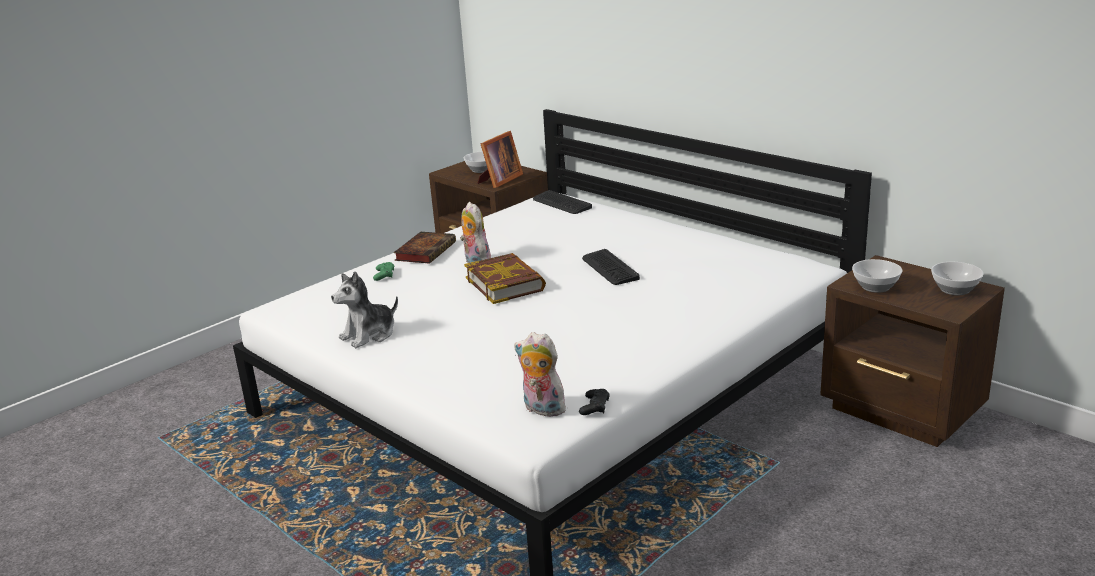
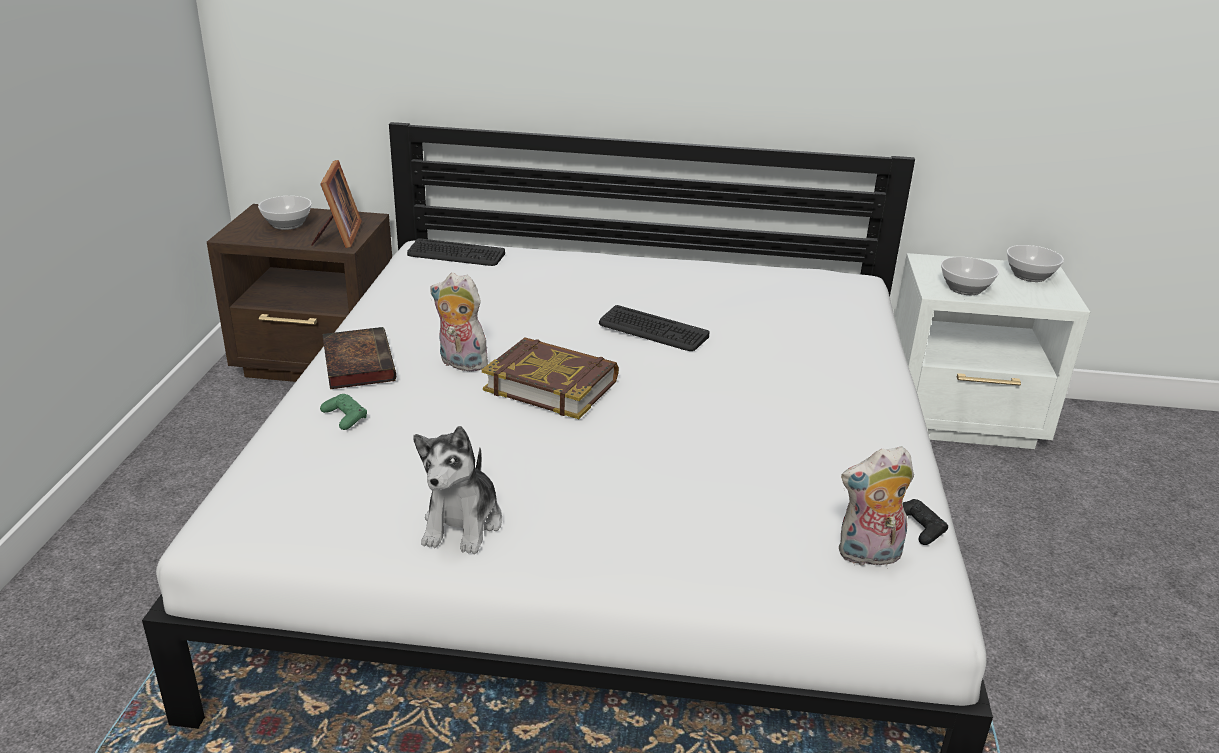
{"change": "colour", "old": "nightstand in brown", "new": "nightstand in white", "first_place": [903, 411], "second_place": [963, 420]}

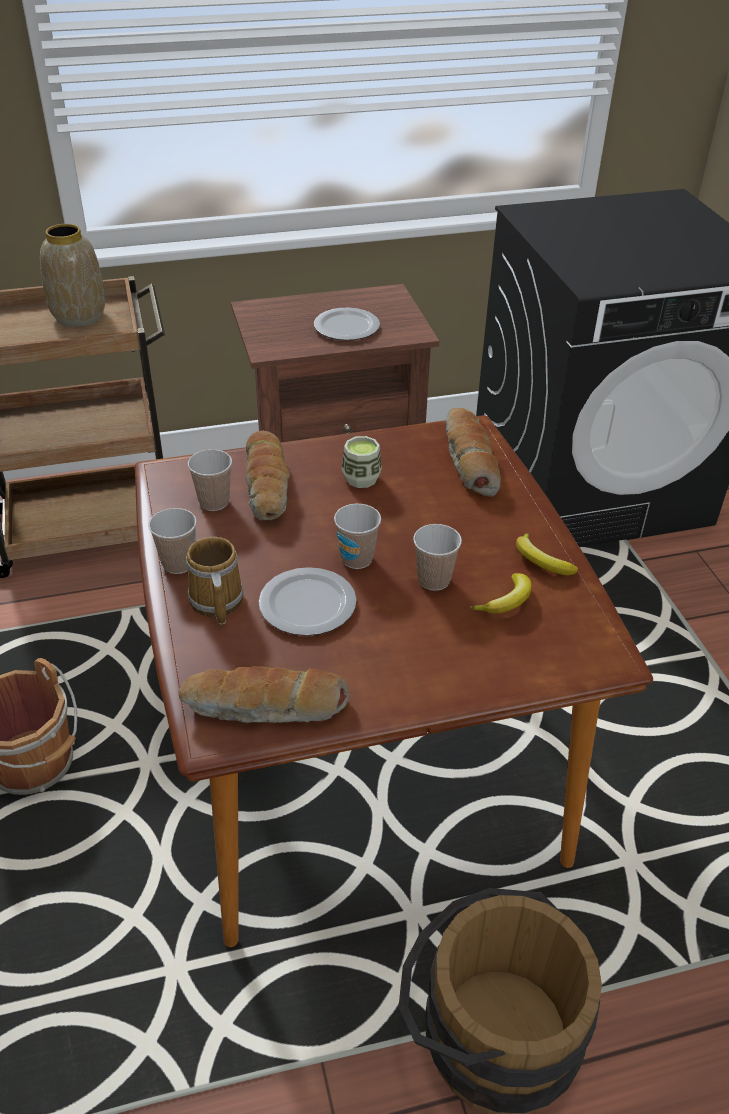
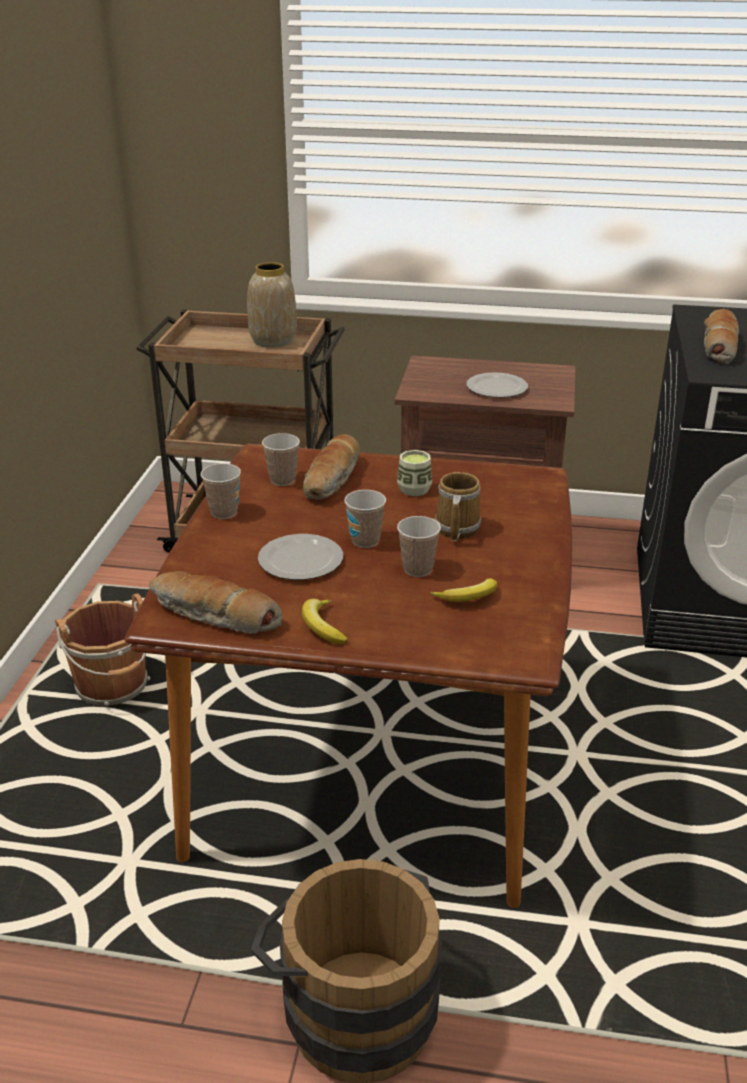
{"change": "relocated", "old": "bread", "first_place": [468, 461], "second_place": [718, 346]}
{"change": "relocated", "old": "banana", "first_place": [541, 561], "second_place": [322, 626]}
{"change": "relocated", "old": "mug", "first_place": [215, 602], "second_place": [455, 529]}

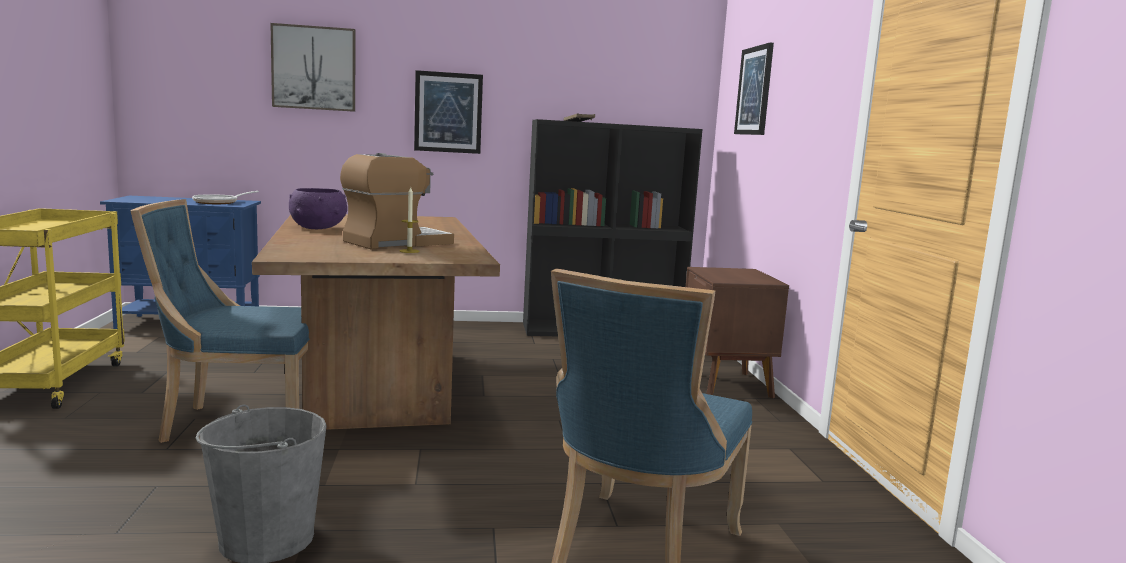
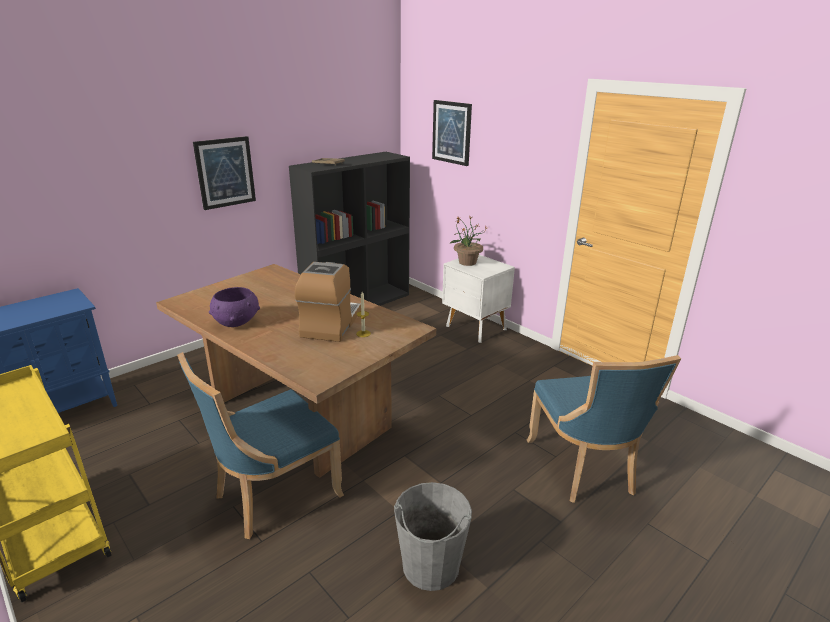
{"change": "missing", "old": "picture", "first_place": [314, 68]}
{"change": "missing", "old": "frying pan", "first_place": [219, 202]}
{"change": "colour", "old": "nightstand in brown", "new": "nightstand in white", "first_place": [726, 385], "second_place": [476, 328]}
{"change": "appeared", "new": "potted plant", "second_place": [467, 262]}

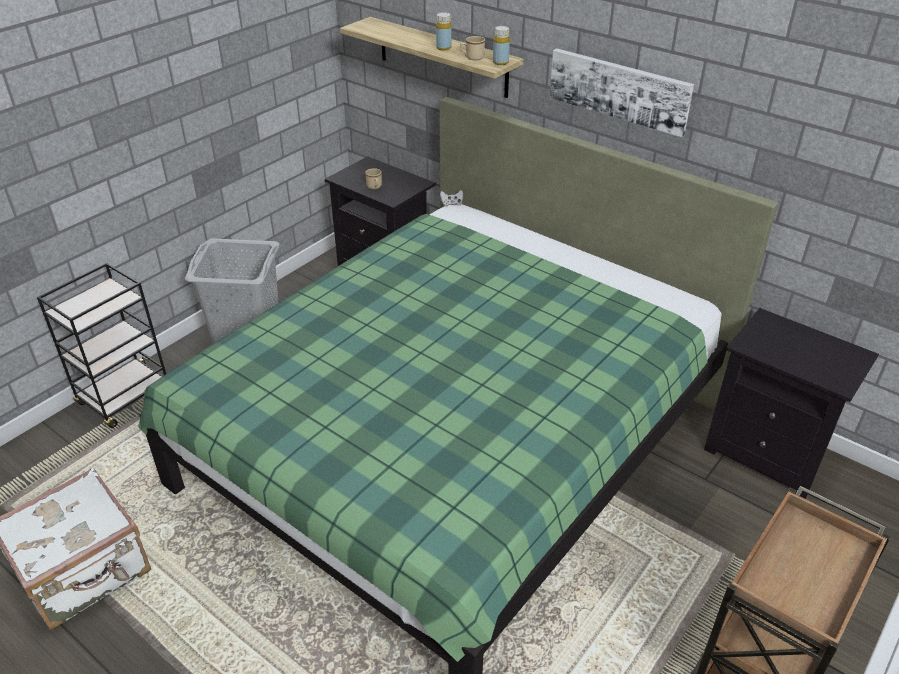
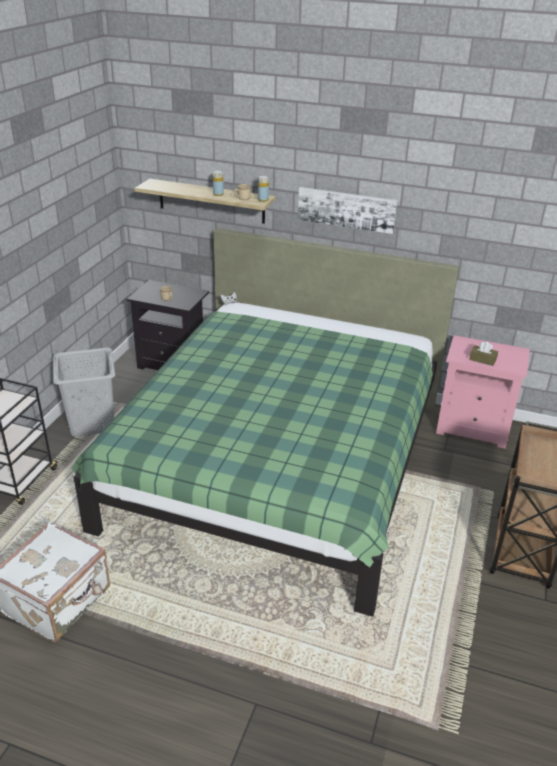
{"change": "colour", "old": "nightstand in black", "new": "nightstand in pink", "first_place": [768, 453], "second_place": [473, 428]}
{"change": "appeared", "new": "tissue box in brown", "second_place": [482, 360]}

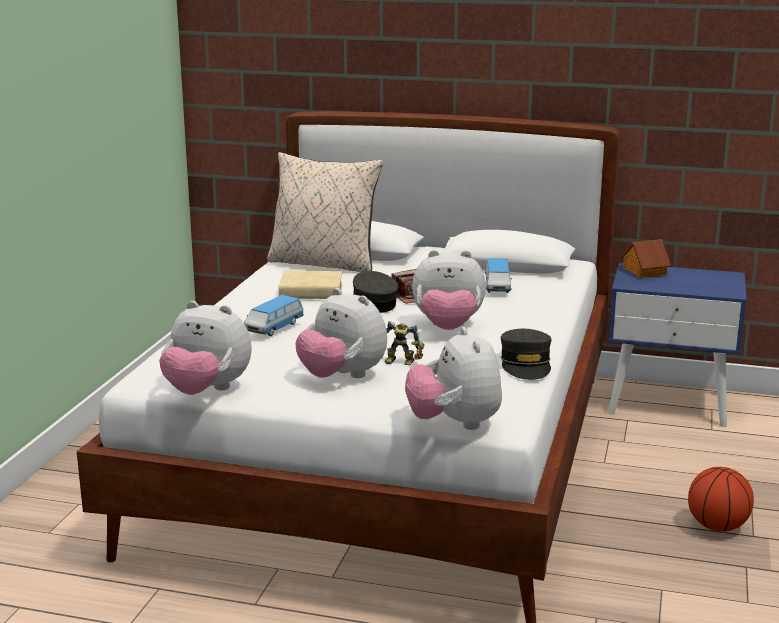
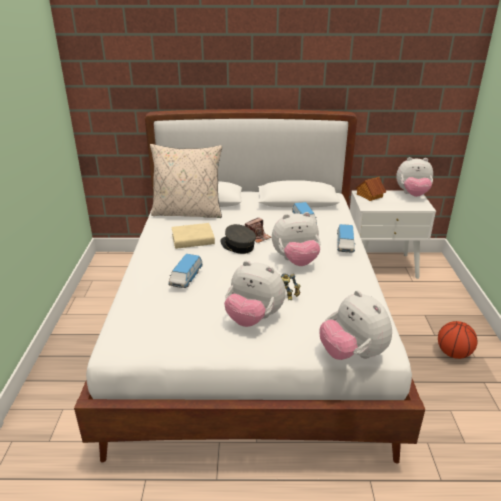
{"change": "colour", "old": "nightstand in blue", "new": "nightstand in white", "first_place": [669, 403], "second_place": [382, 266]}
{"change": "relocated", "old": "plush toy", "first_place": [207, 391], "second_place": [412, 195]}
{"change": "missing", "old": "cap in grey", "first_place": [526, 365]}
{"change": "appeared", "new": "toy car", "second_place": [345, 245]}

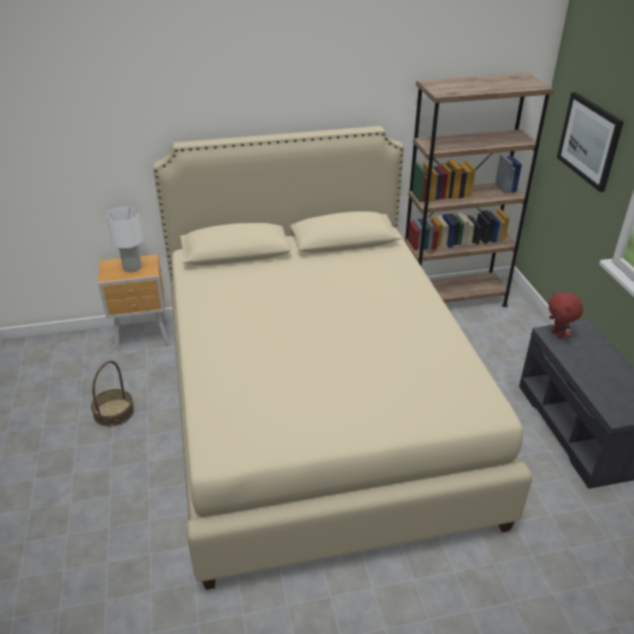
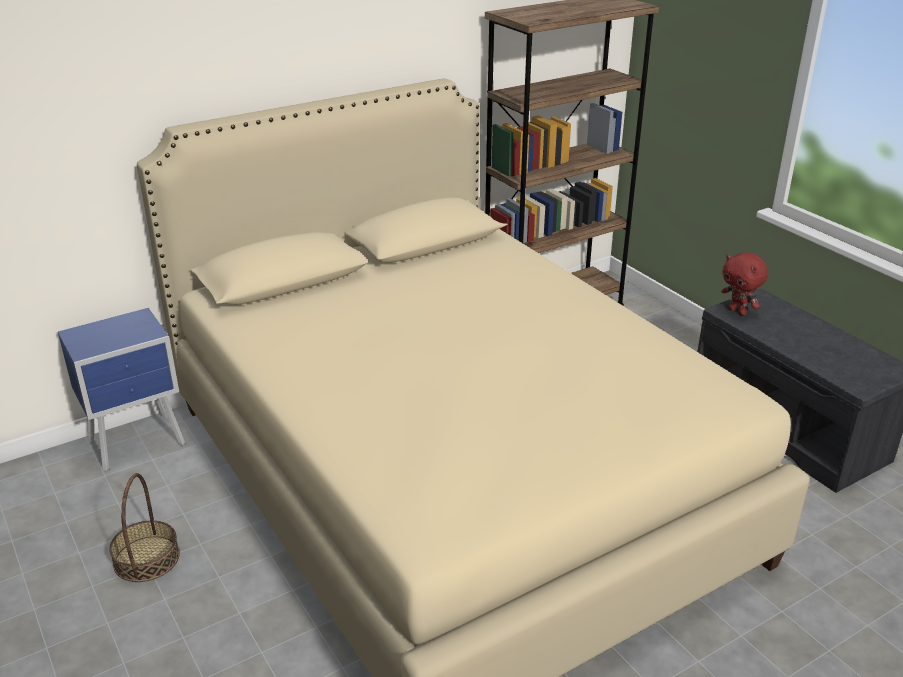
{"change": "missing", "old": "picture", "first_place": [589, 140]}
{"change": "missing", "old": "table lamp in white", "first_place": [131, 267]}
{"change": "colour", "old": "nightstand in brown", "new": "nightstand in blue", "first_place": [143, 337], "second_place": [139, 443]}

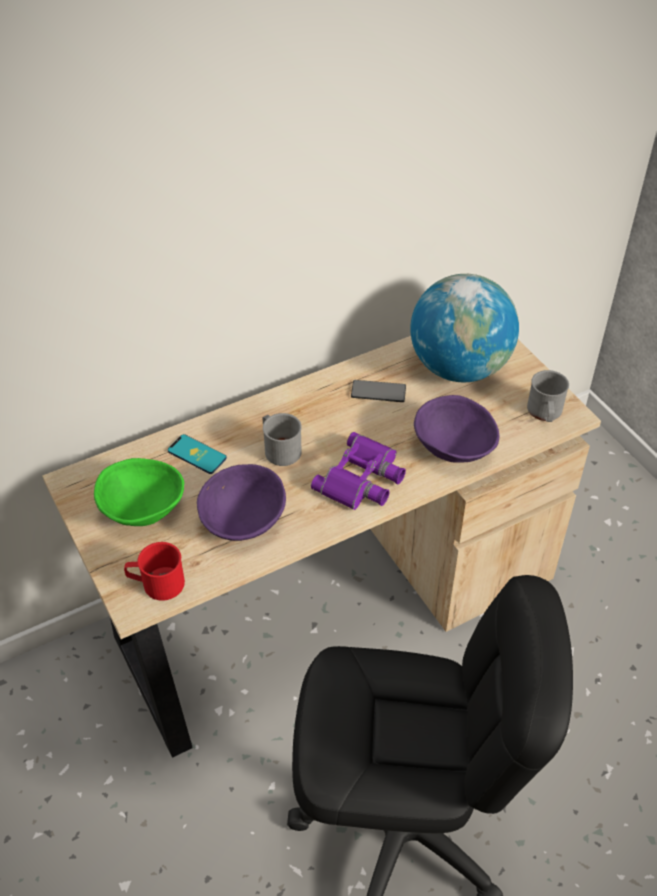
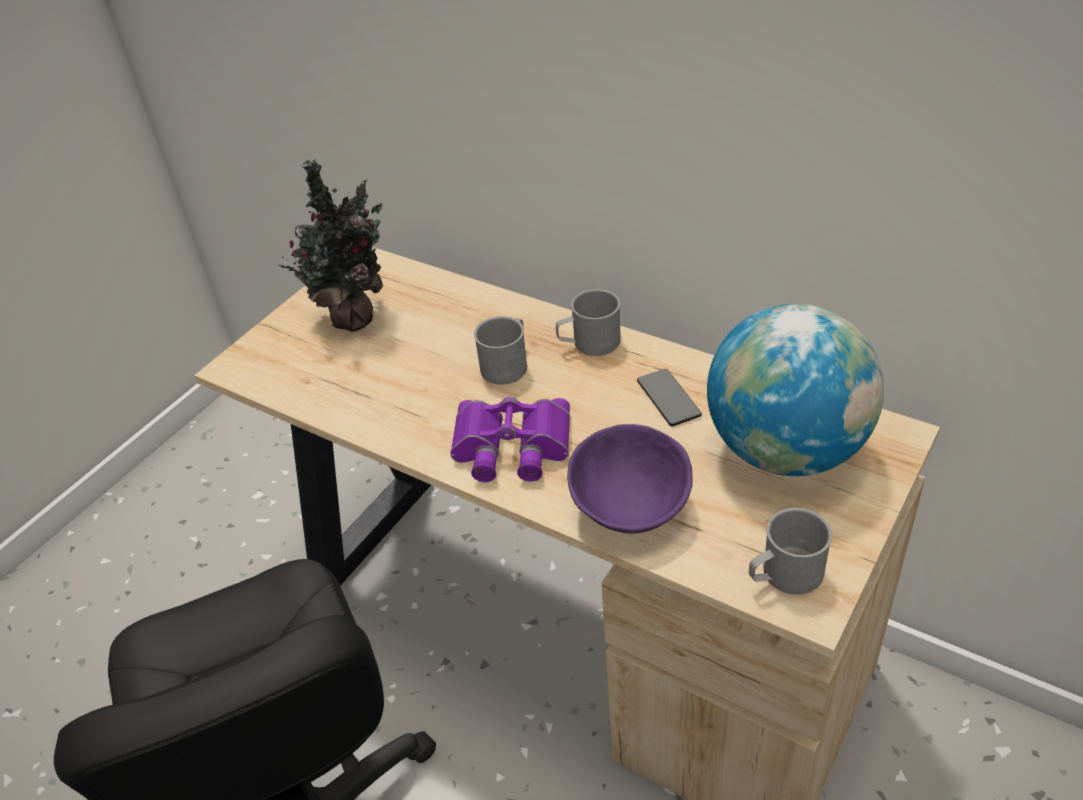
{"change": "missing", "old": "phone", "first_place": [197, 454]}
{"change": "exchanged", "old": "bowl in green", "new": "potted plant", "first_place": [143, 510], "second_place": [354, 316]}
{"change": "missing", "old": "bowl in purple", "first_place": [244, 521]}
{"change": "missing", "old": "mug in red", "first_place": [156, 583]}
{"change": "appeared", "new": "mug in grey", "second_place": [589, 343]}

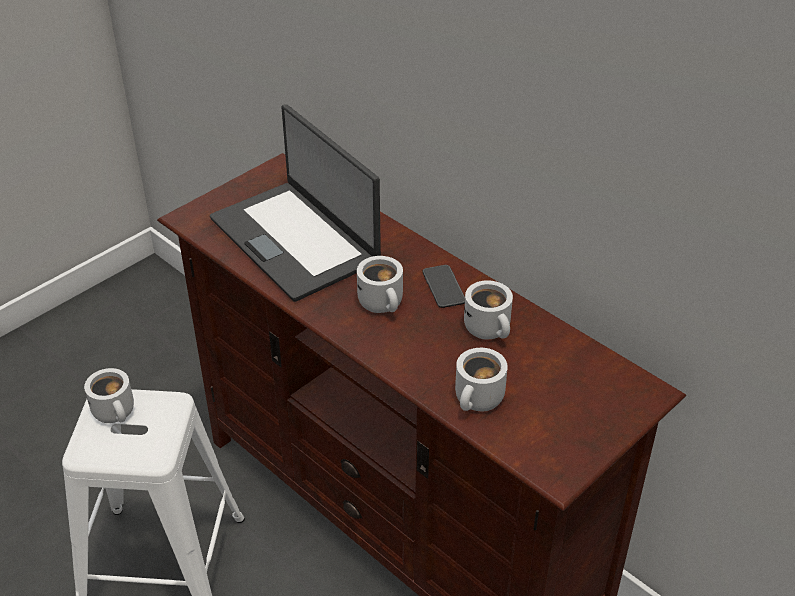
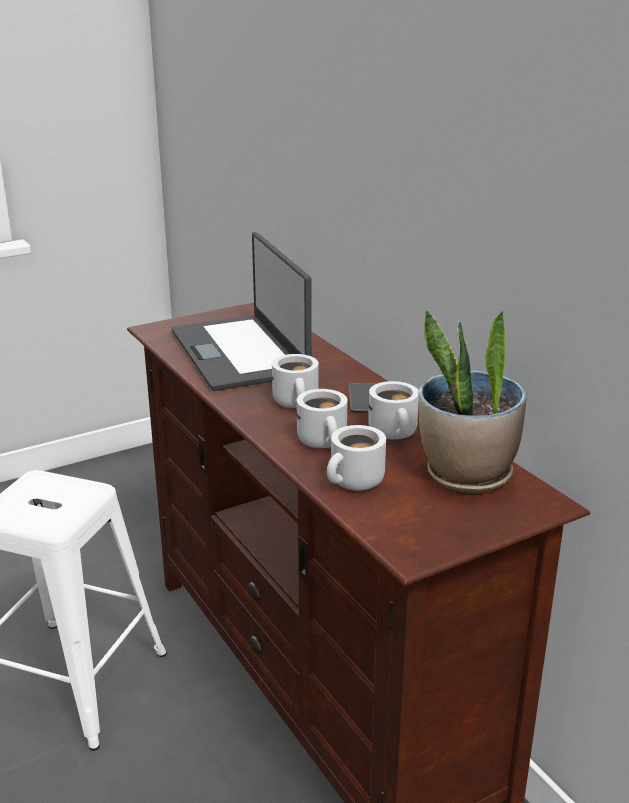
{"change": "relocated", "old": "mug in white", "first_place": [117, 412], "second_place": [325, 442]}
{"change": "appeared", "new": "potted plant", "second_place": [466, 475]}

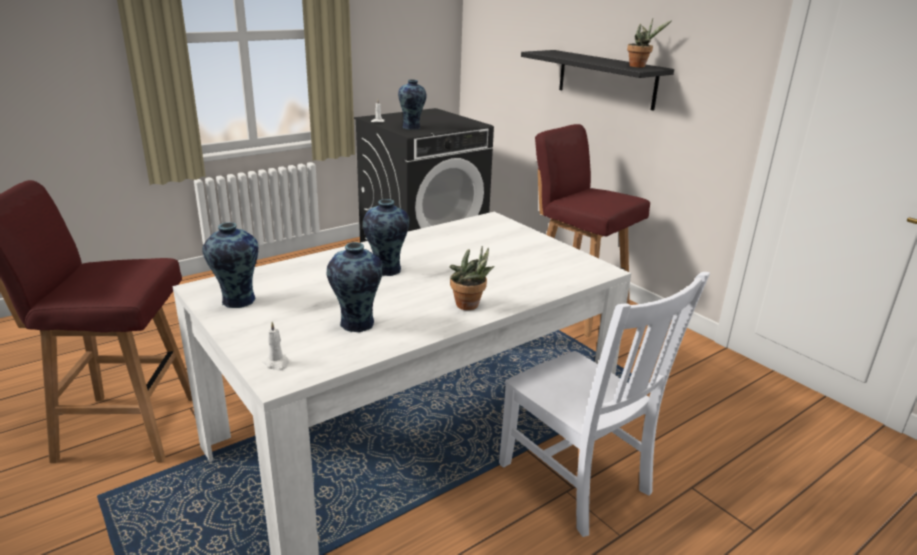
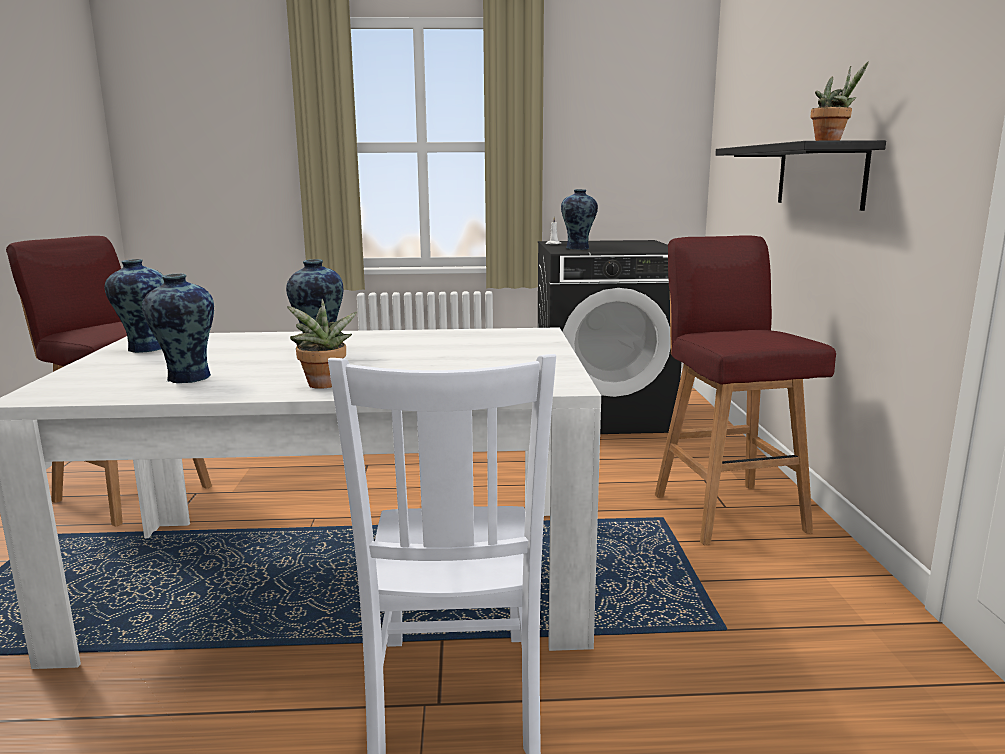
{"change": "missing", "old": "candle in white", "first_place": [276, 363]}

